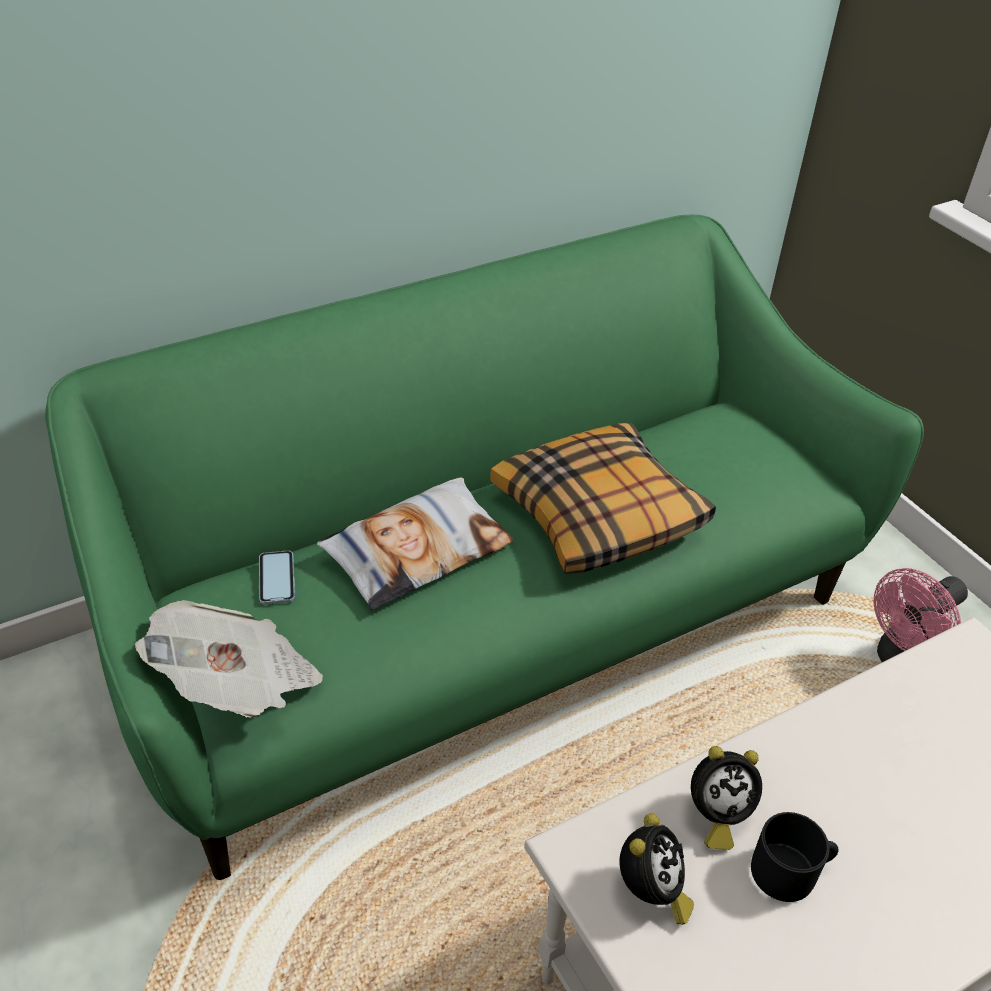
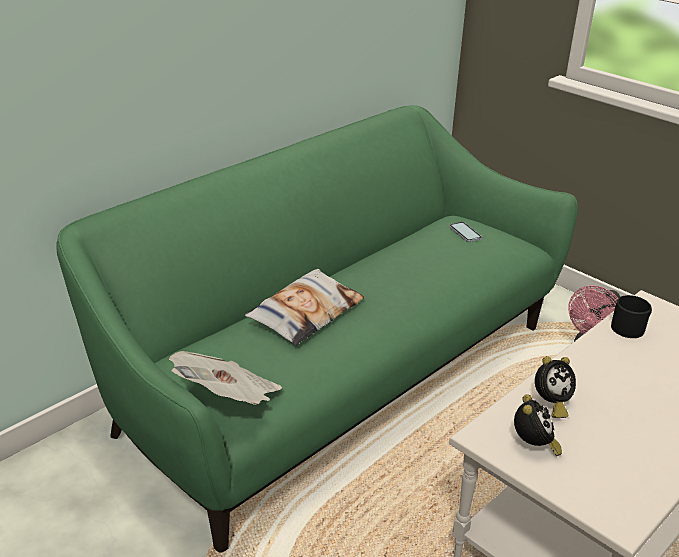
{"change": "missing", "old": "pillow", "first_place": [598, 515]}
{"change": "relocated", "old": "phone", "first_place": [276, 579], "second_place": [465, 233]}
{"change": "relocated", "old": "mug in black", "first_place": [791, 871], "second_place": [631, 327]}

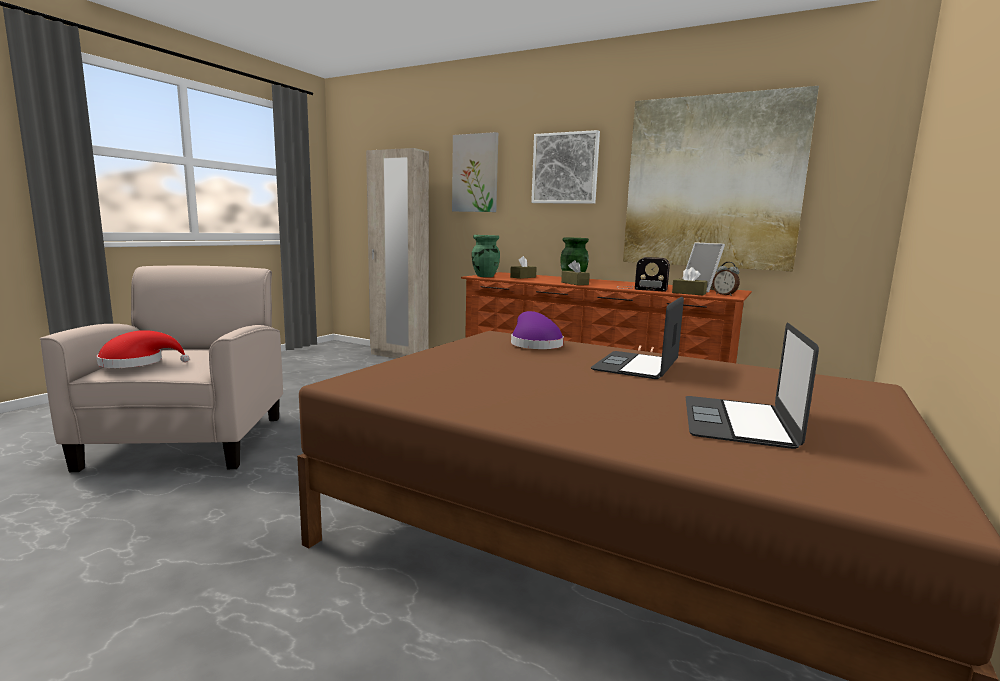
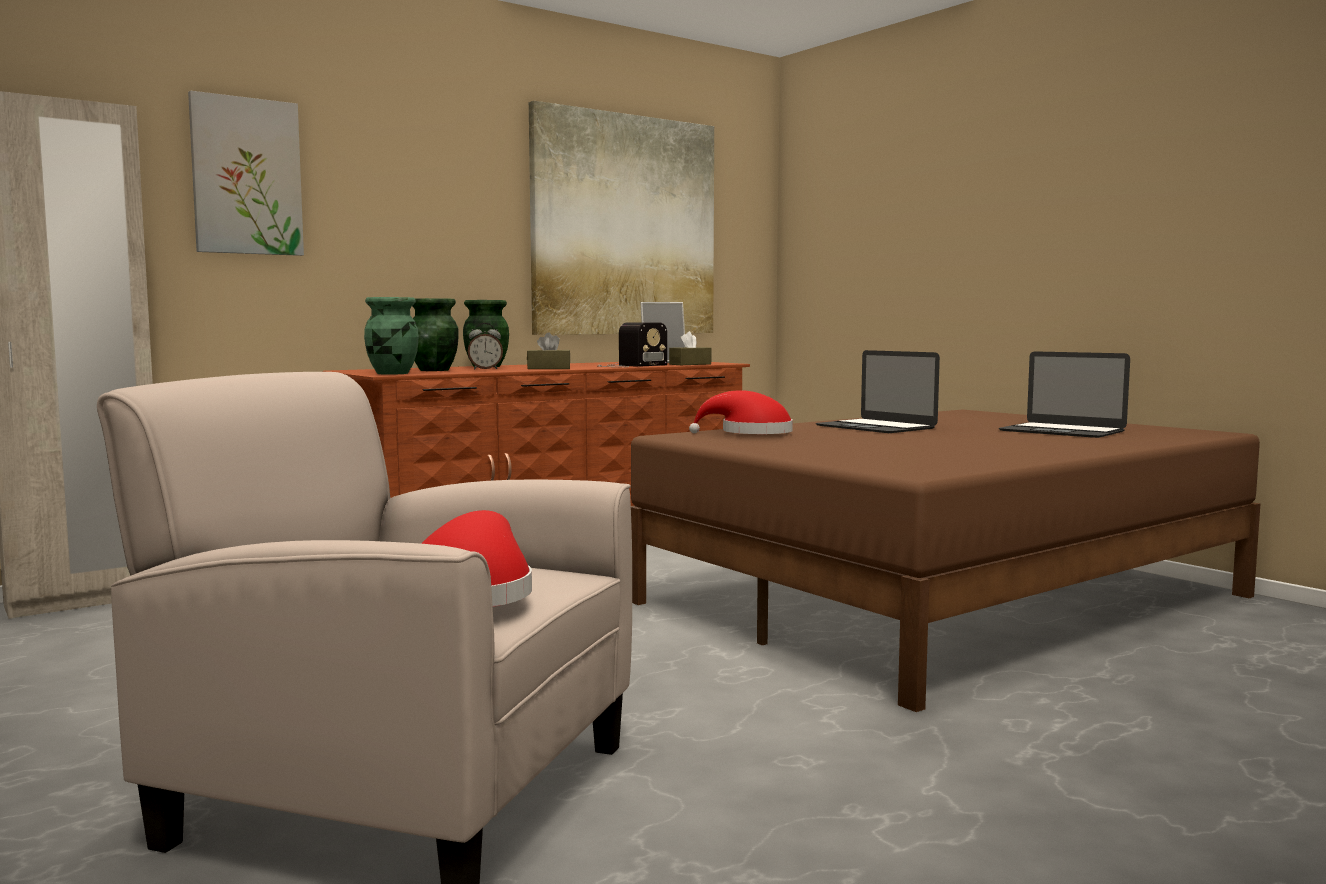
{"change": "missing", "old": "picture", "first_place": [565, 168]}
{"change": "exchanged", "old": "tissue box in brown", "new": "vase in green", "first_place": [523, 277], "second_place": [435, 370]}
{"change": "relocated", "old": "alarm clock", "first_place": [724, 295], "second_place": [485, 369]}
{"change": "colour", "old": "hat in purple", "new": "hat in red", "first_place": [534, 344], "second_place": [750, 433]}

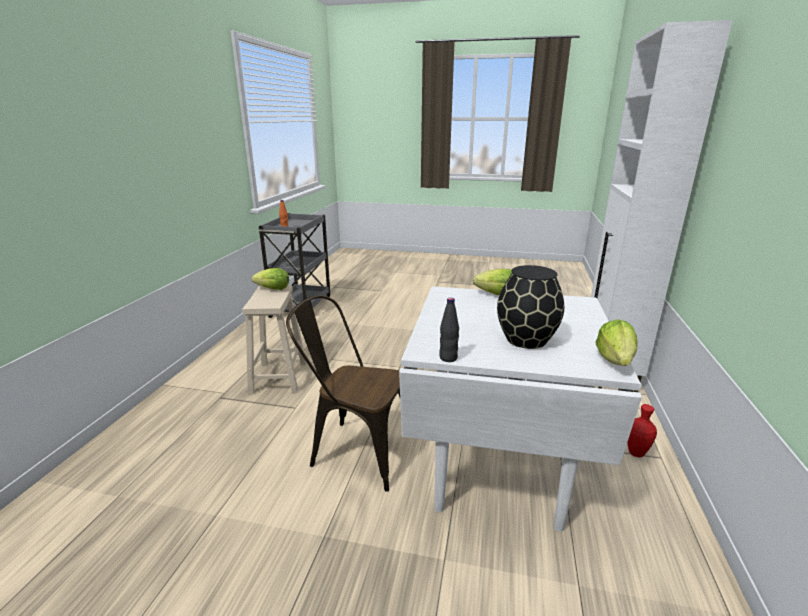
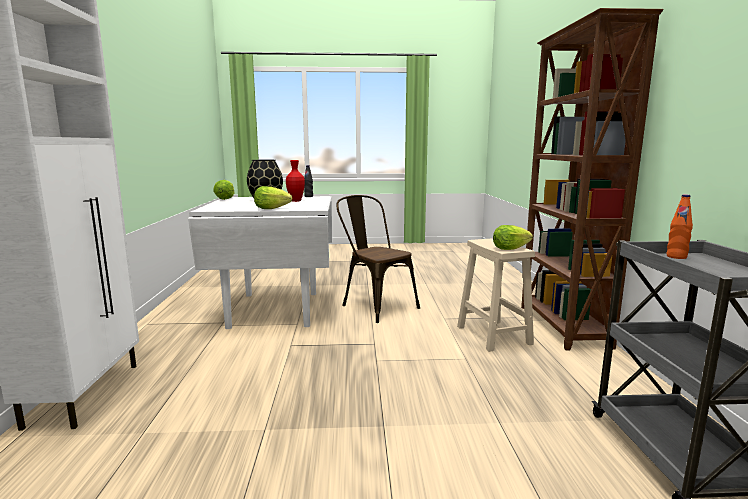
{"change": "spun", "old": "chair in brown", "first_place": [355, 450], "second_place": [375, 305], "degrees": -135}
{"change": "relocated", "old": "vase in red", "first_place": [636, 453], "second_place": [296, 201]}
{"change": "appeared", "new": "bookcase in brown", "second_place": [562, 326]}

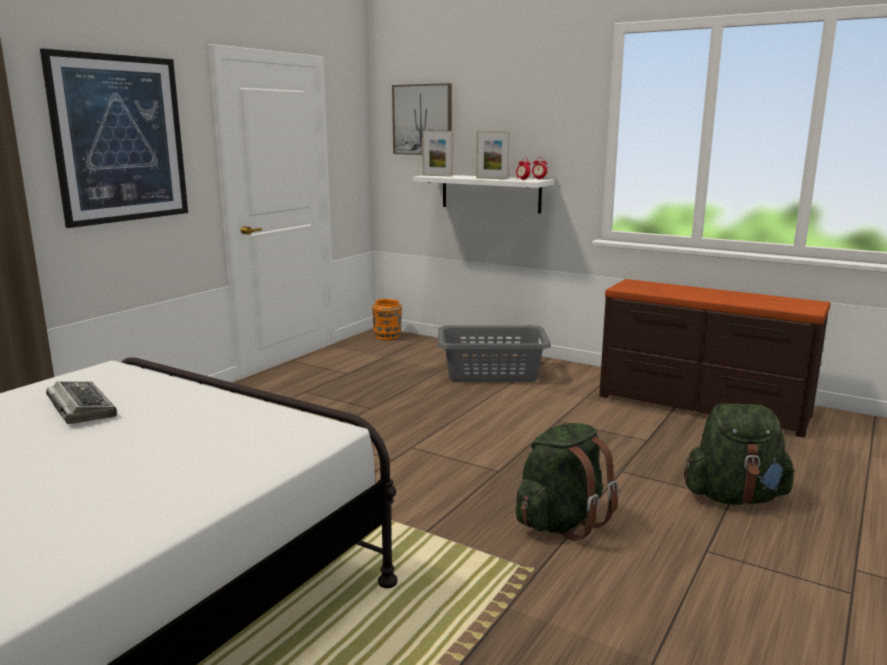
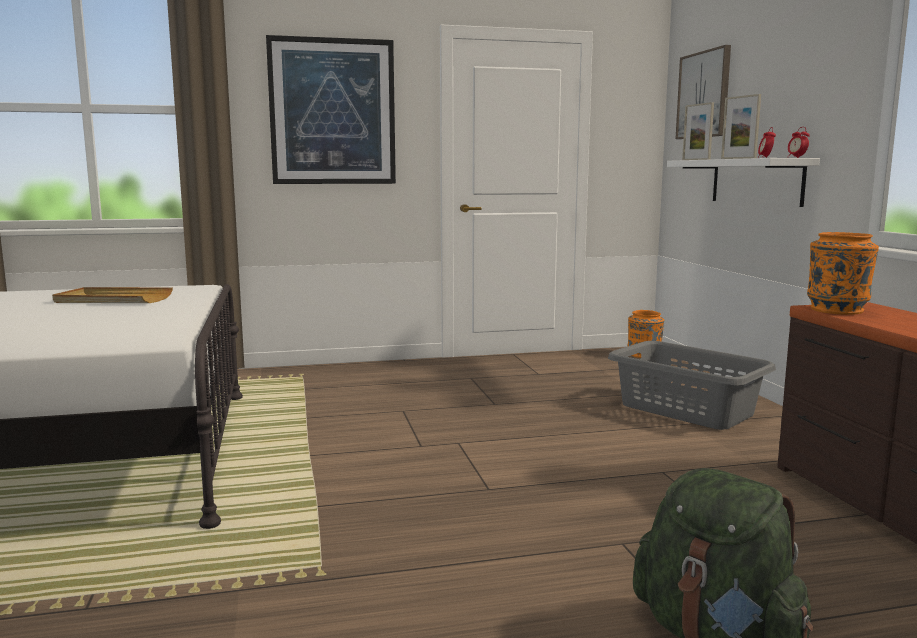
{"change": "exchanged", "old": "keyboard", "new": "tray in beige", "first_place": [81, 408], "second_place": [113, 300]}
{"change": "missing", "old": "backpack in green", "first_place": [561, 522]}
{"change": "appeared", "new": "vase in orange", "second_place": [837, 310]}

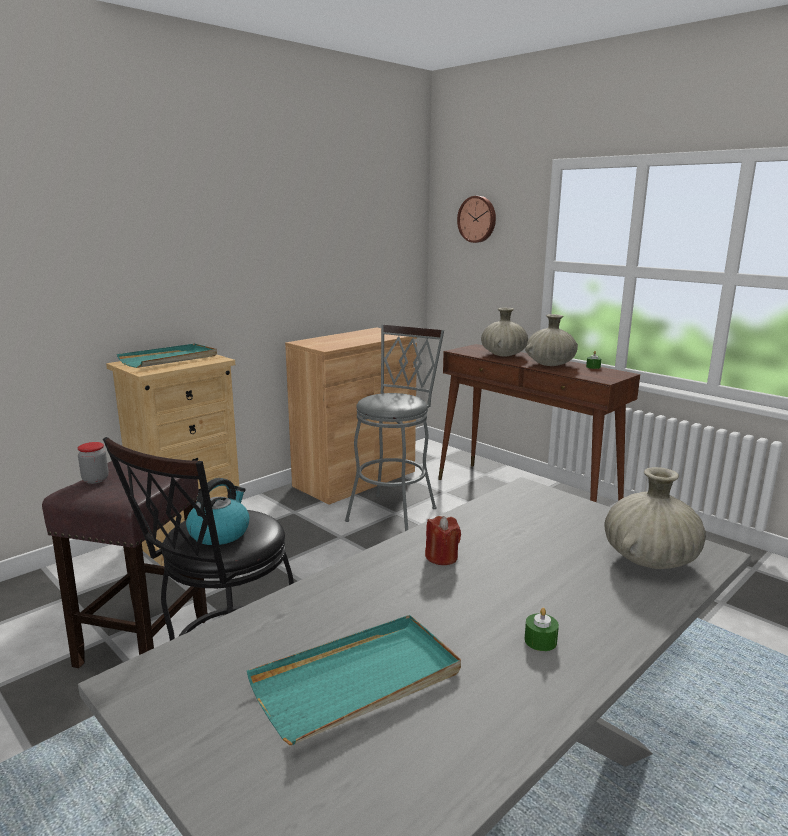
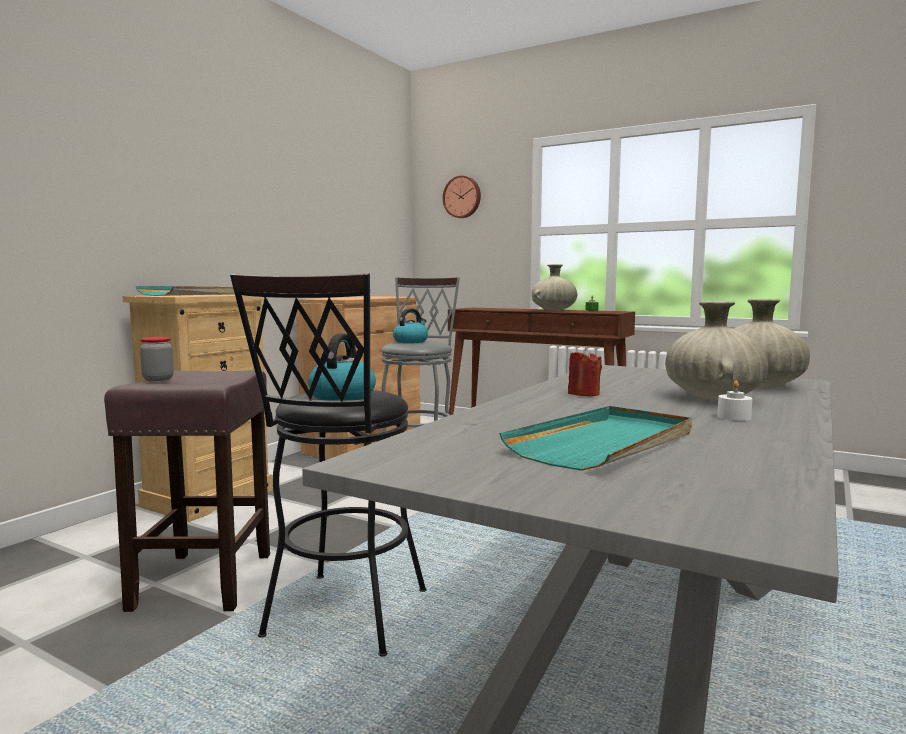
{"change": "relocated", "old": "vase in beige", "first_place": [503, 355], "second_place": [713, 398]}
{"change": "colour", "old": "candle in green", "new": "candle in white", "first_place": [540, 641], "second_place": [734, 417]}
{"change": "appeared", "new": "kettle", "second_place": [411, 341]}

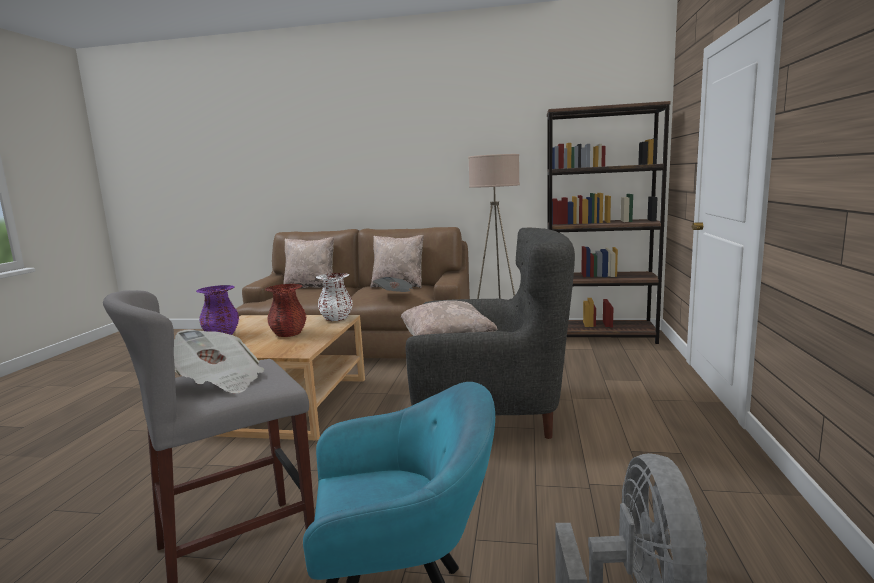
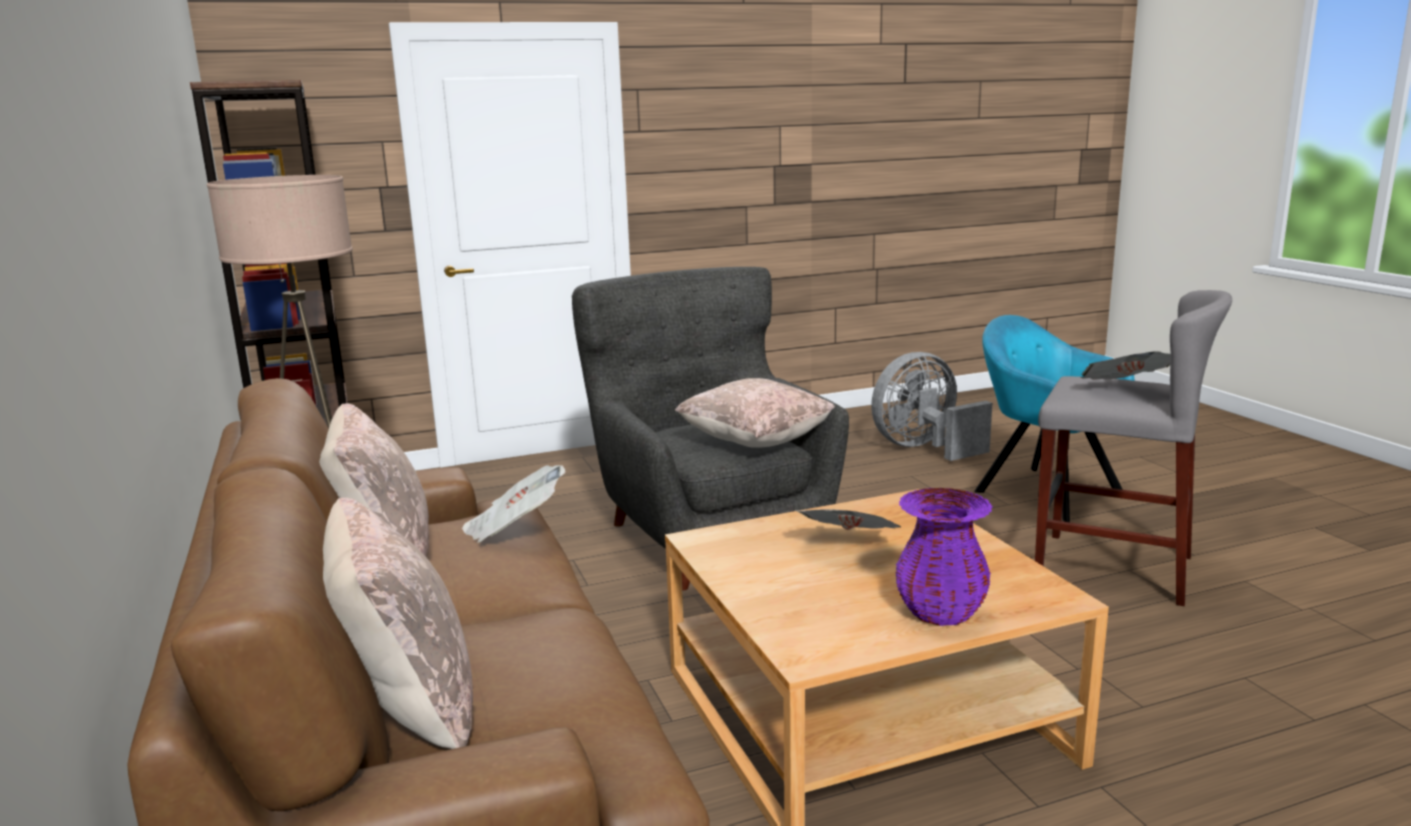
{"change": "missing", "old": "vase in white", "first_place": [336, 318]}
{"change": "exchanged", "old": "vase in red", "new": "newspaper", "first_place": [289, 334], "second_place": [849, 546]}

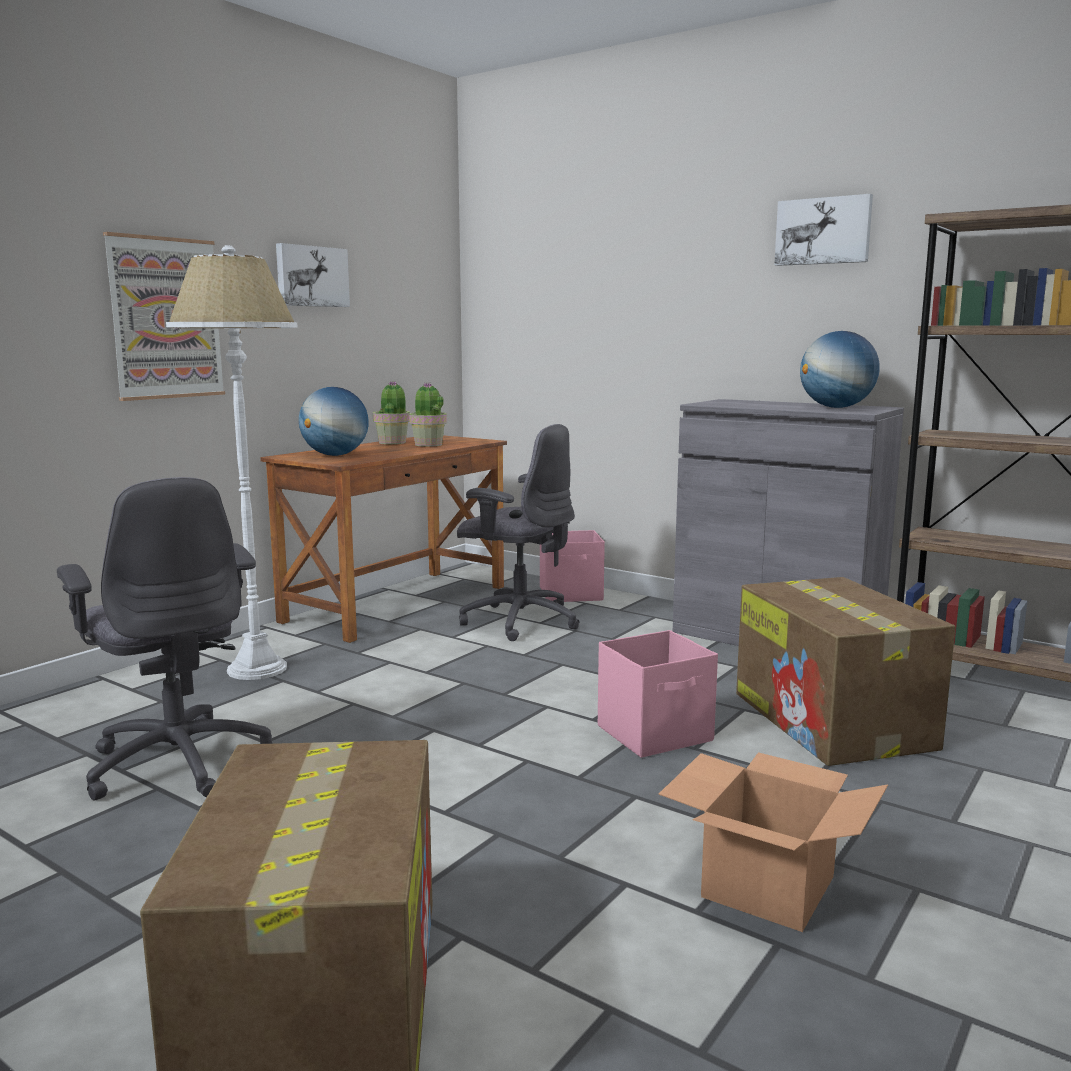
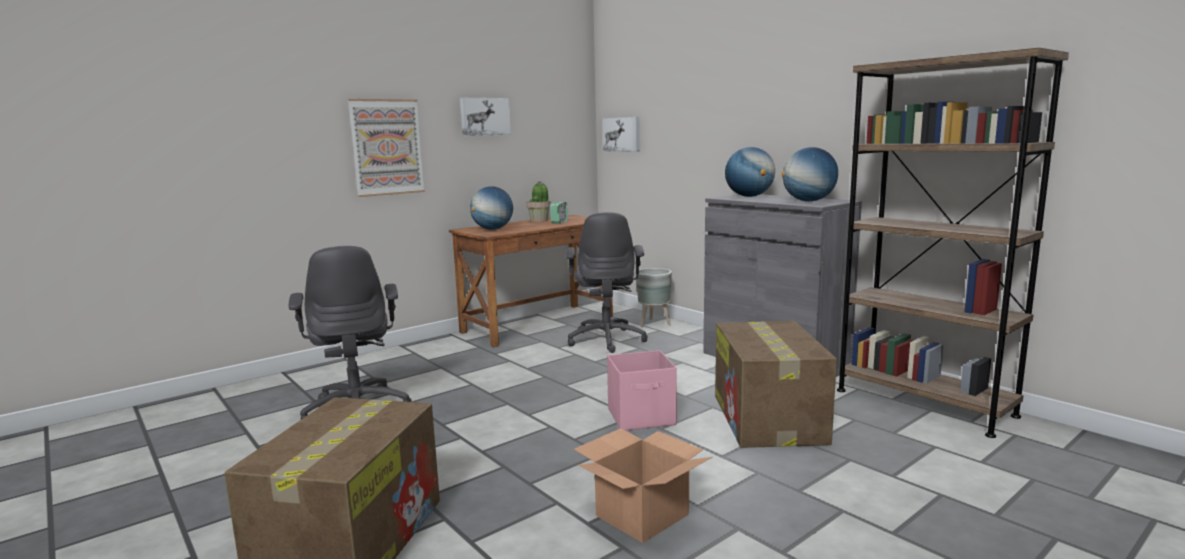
{"change": "relocated", "old": "picture", "first_place": [823, 231], "second_place": [622, 134]}
{"change": "missing", "old": "floor lamp in white", "first_place": [256, 669]}
{"change": "exchanged", "old": "potted plant", "new": "alarm clock", "first_place": [428, 445], "second_place": [559, 222]}
{"change": "spun", "old": "office chair in grey", "first_place": [519, 621], "second_place": [607, 339], "degrees": 45}
{"change": "exchanged", "old": "storage box in pink", "new": "planter in grey", "first_place": [572, 594], "second_place": [654, 324]}
{"change": "appeared", "new": "globe", "second_place": [749, 196]}

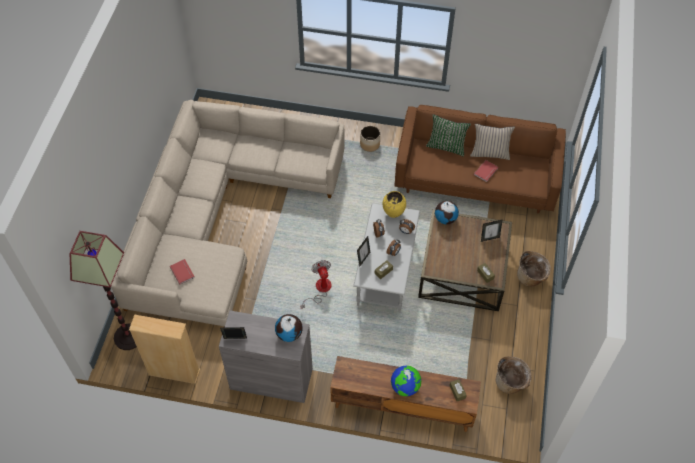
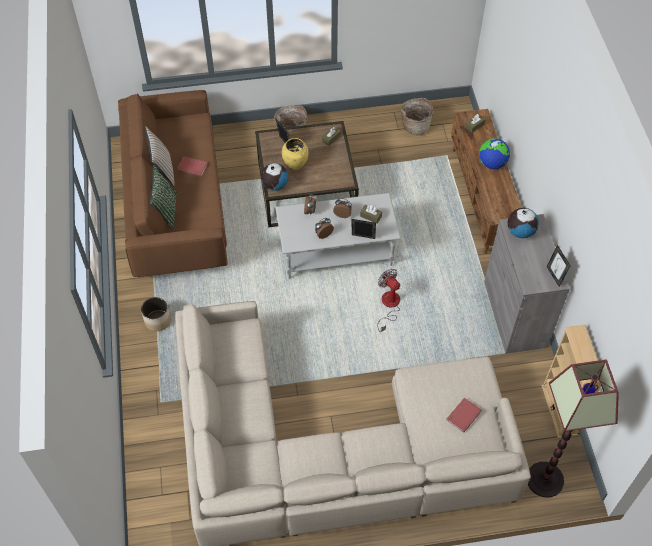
{"change": "relocated", "old": "vase in yellow", "first_place": [393, 213], "second_place": [295, 164]}
{"change": "spun", "old": "fan", "first_place": [320, 290], "second_place": [389, 306], "degrees": 90}

